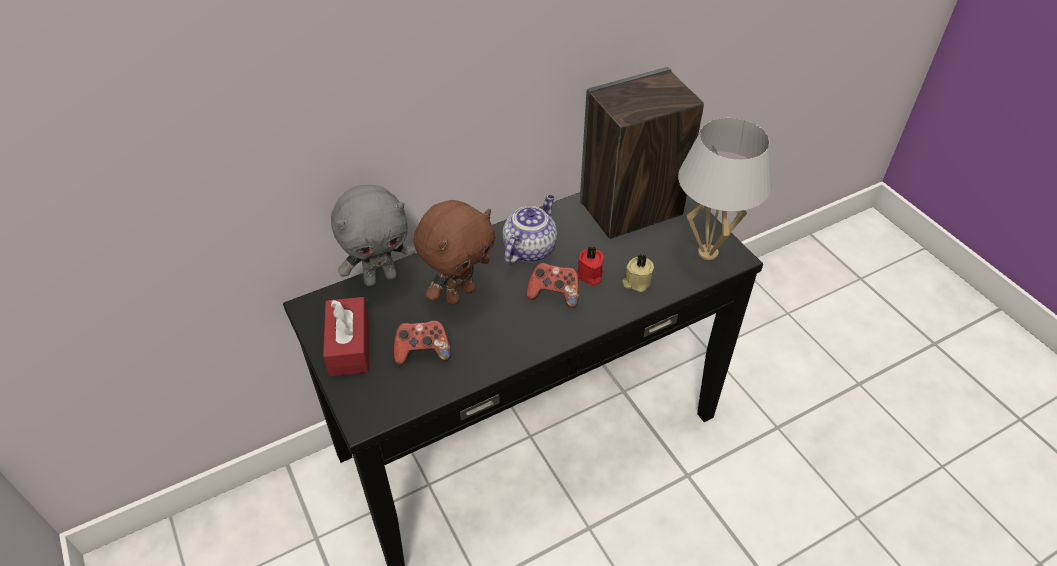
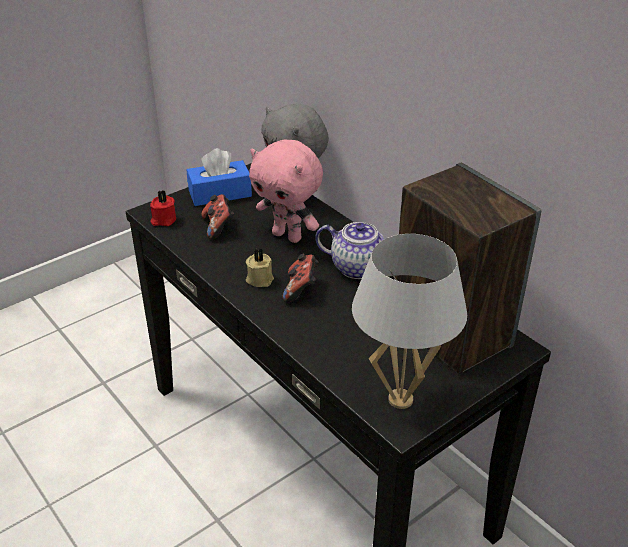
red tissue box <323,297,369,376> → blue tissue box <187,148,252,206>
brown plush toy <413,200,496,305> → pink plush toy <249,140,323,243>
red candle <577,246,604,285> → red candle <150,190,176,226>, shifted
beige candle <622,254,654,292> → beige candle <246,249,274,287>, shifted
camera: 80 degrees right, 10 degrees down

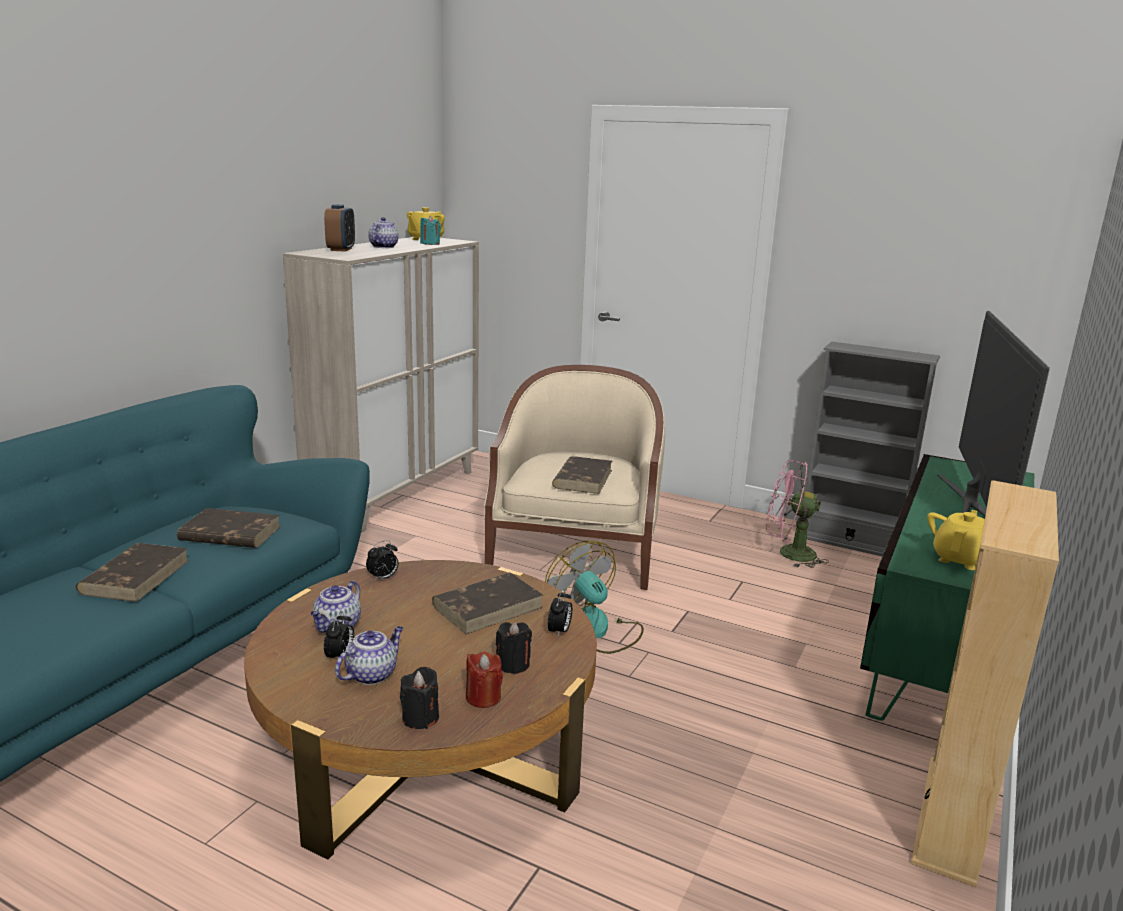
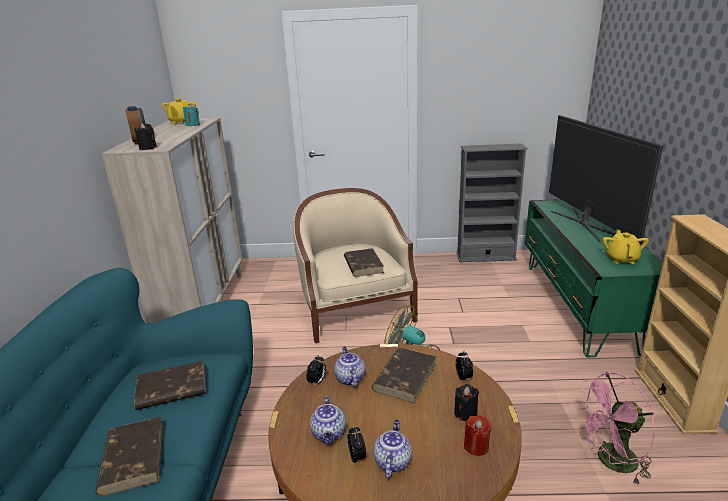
teapot <368,217,399,248> → teapot <334,346,365,387>, shifted
black candle <400,667,439,729> → black candle <134,123,157,150>, shifted
pink fan <766,460,829,568> → pink fan <575,372,655,484>, shifted
camera: 25 degrees left, 5 degrees up

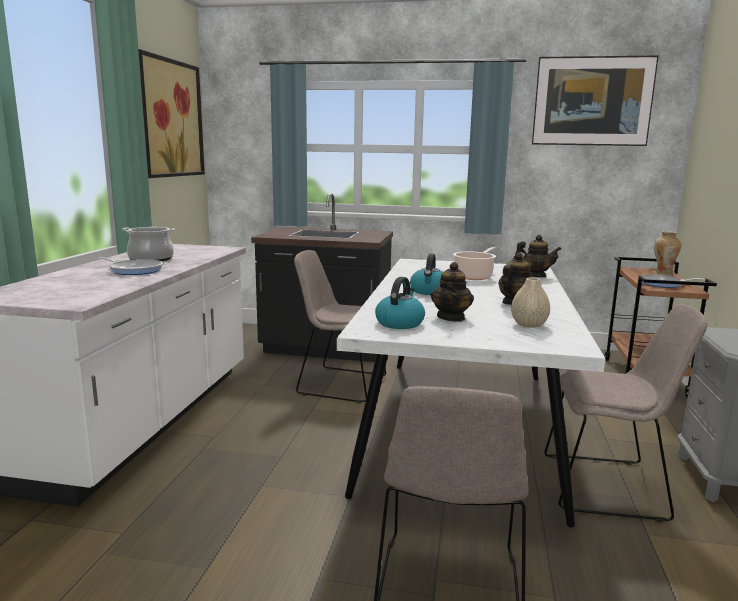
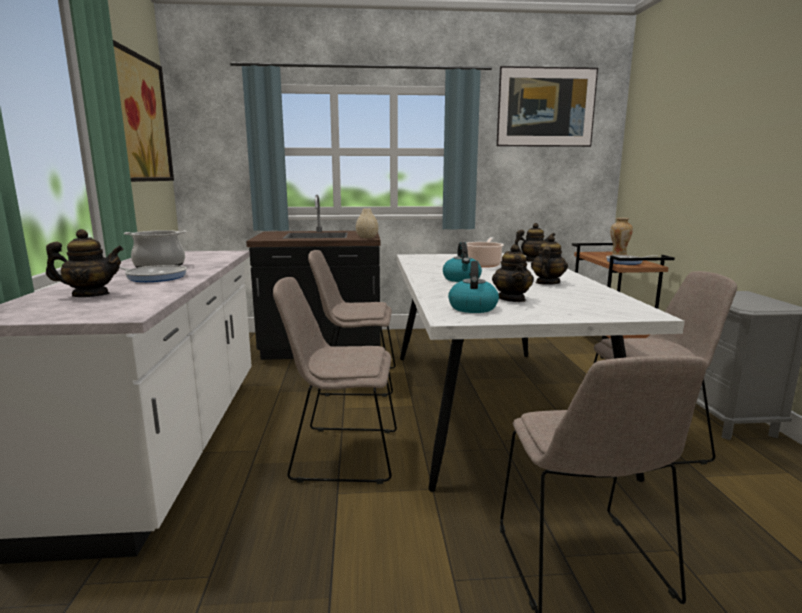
beige vase <511,278,550,328> → beige vase <356,208,379,238>, shifted
- → teapot <46,229,124,297>
- → beige chair <273,277,397,484>
camera: 15 degrees left, 0 degrees up

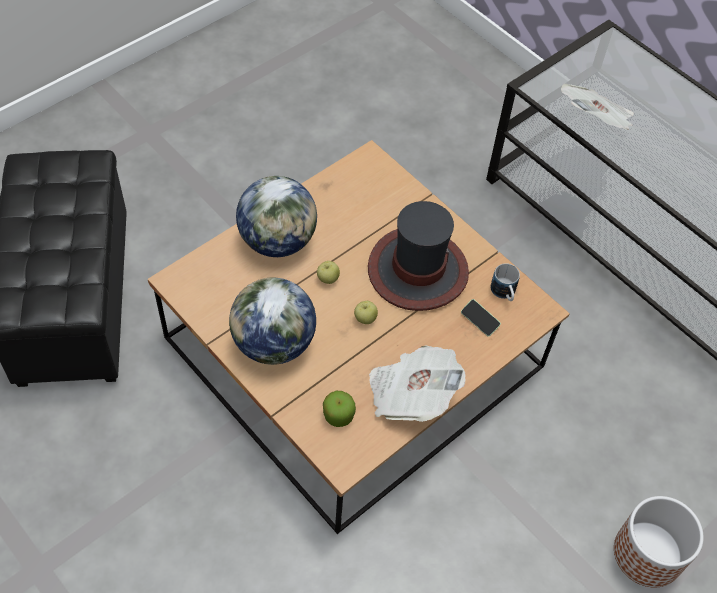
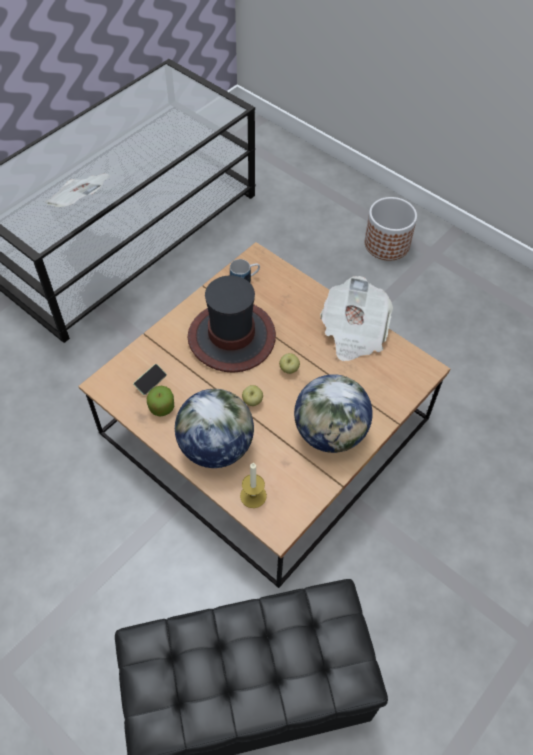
apple <323,391,356,427> → apple <147,386,174,416>, shifted
phone <461,299,501,337> → phone <133,364,167,395>, shifted
- → candle <240,463,267,508>
camera: 95 degrees left, 0 degrees up

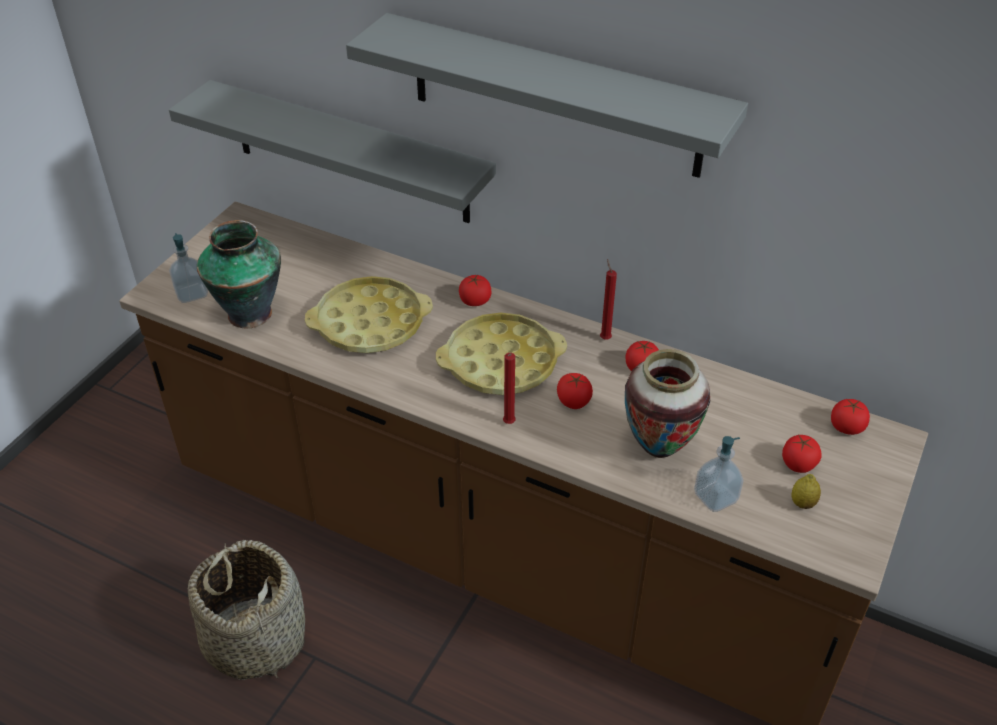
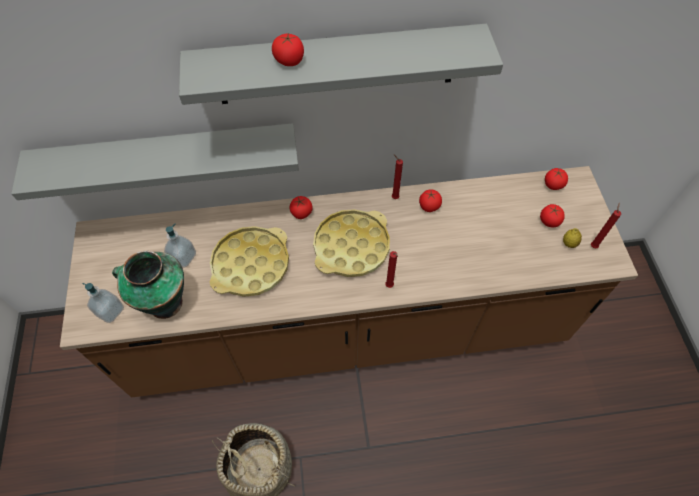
tomato <557,373,593,409> → tomato <272,33,304,66>, shifted
vase <625,349,710,458> → -
soap dispenser <694,436,743,512> → soap dispenser <164,224,196,267>, shifted
- → red candle <591,203,621,248>
camera: 35 degrees left, 15 degrees up

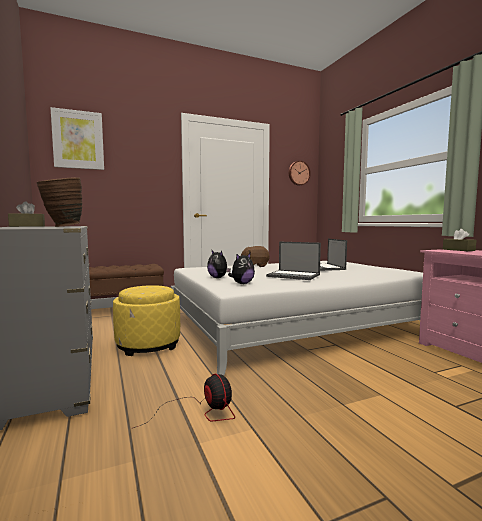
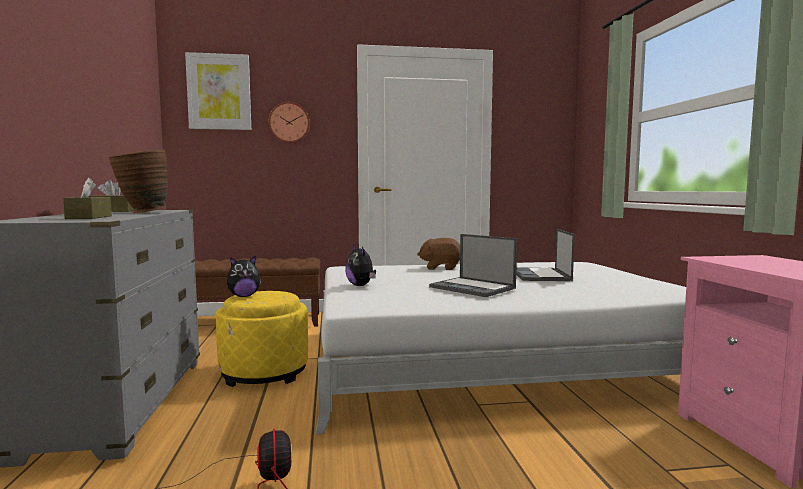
plush toy <228,252,255,284> → plush toy <227,256,261,297>, shifted
wall clock <289,161,311,186> → wall clock <268,102,310,143>, shifted
brown tissue box <443,229,477,251> → brown tissue box <63,178,112,219>, shifted
camera: 15 degrees right, 0 degrees up

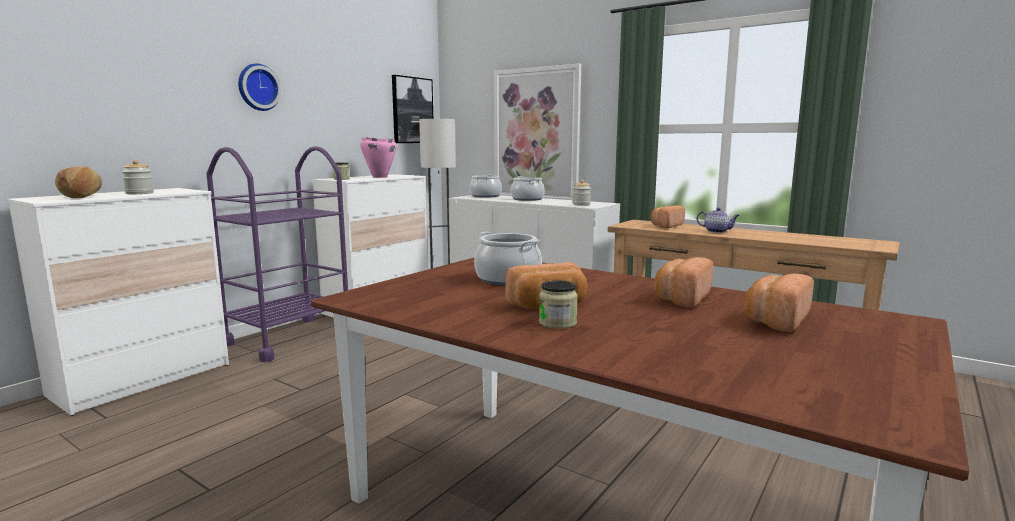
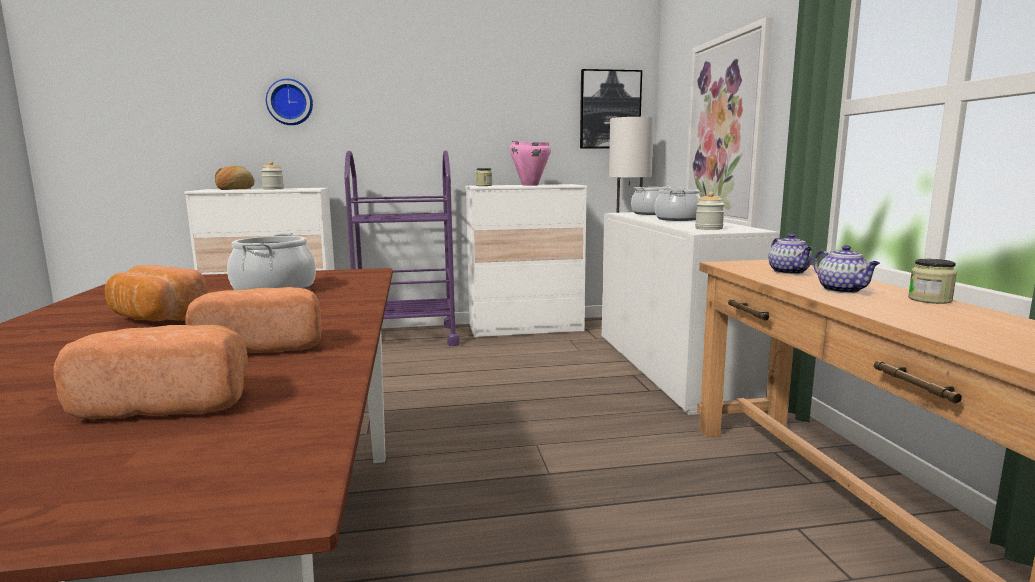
wall clock <238,64,281,111> → wall clock <266,79,313,125>, shifted
jar <539,280,578,329> → jar <908,259,957,304>, shifted
bread <651,205,685,228> → teapot <768,233,812,274>
camera: 45 degrees right, 0 degrees up

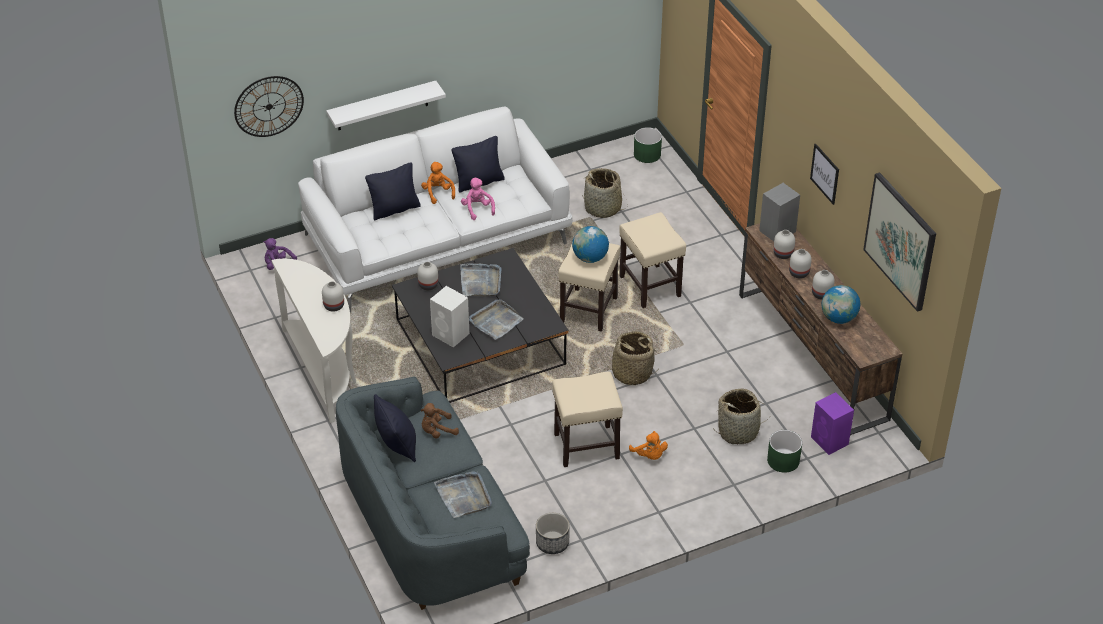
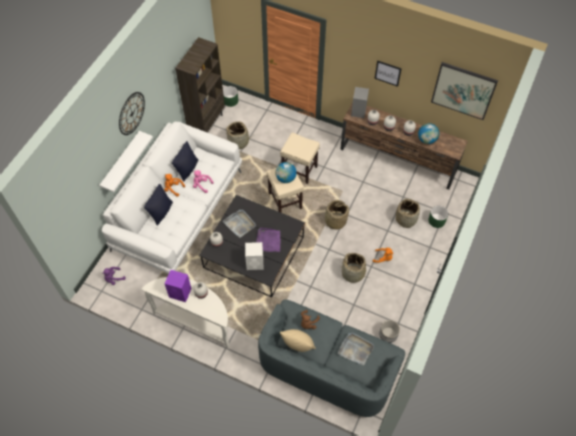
wall clock <234,76,304,137> → wall clock <119,92,145,135>, shifted
black pillow <374,394,416,462> → beige pillow <280,329,316,352>
grey tray <469,299,524,340> → purple tray <256,228,280,252>
beige stool <552,371,623,467> → basket <340,253,366,283>
purple speaker <811,392,854,455> → purple speaker <164,270,192,302>, shifted
- → brown bookcase <175,37,225,132>
camera: 40 degrees left, 15 degrees up

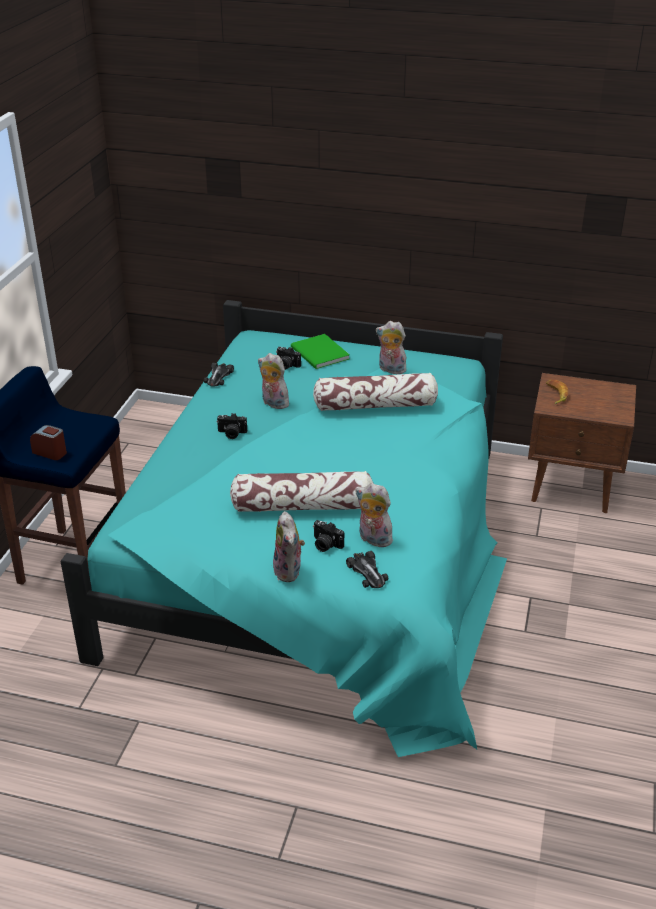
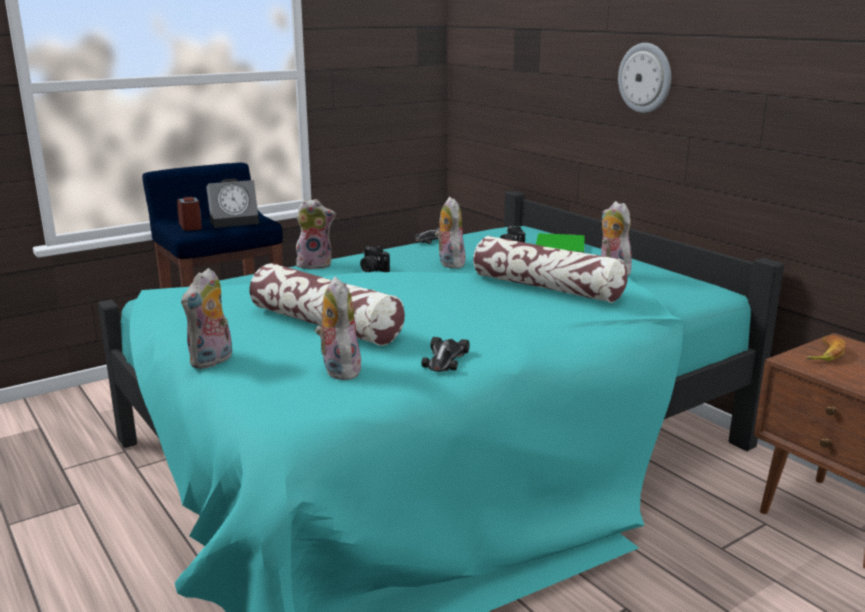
photo camera <313,520,344,552> → -
toy car <346,551,389,588> → toy car <421,337,470,372>, shifted
- → alarm clock <206,179,259,228>
- → plush toy <296,199,336,269>
- → wall clock <618,43,671,113>
camera: 40 degrees right, 15 degrees down

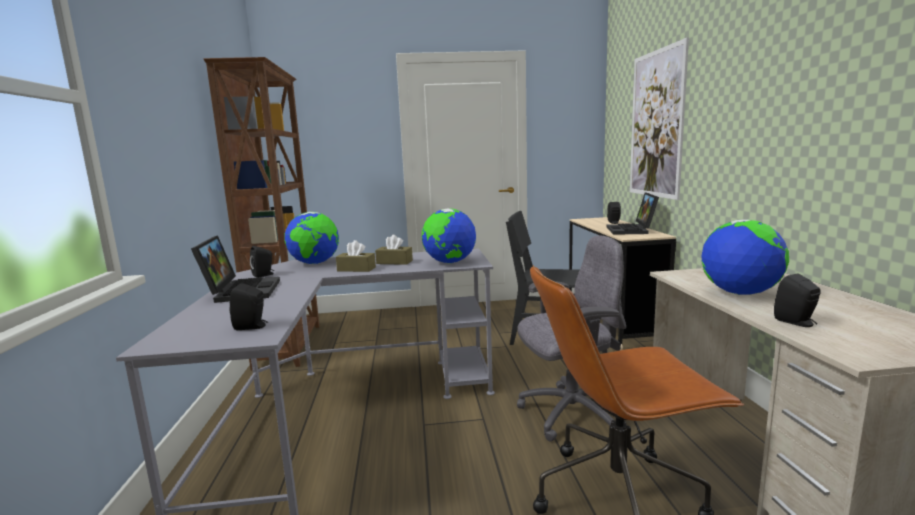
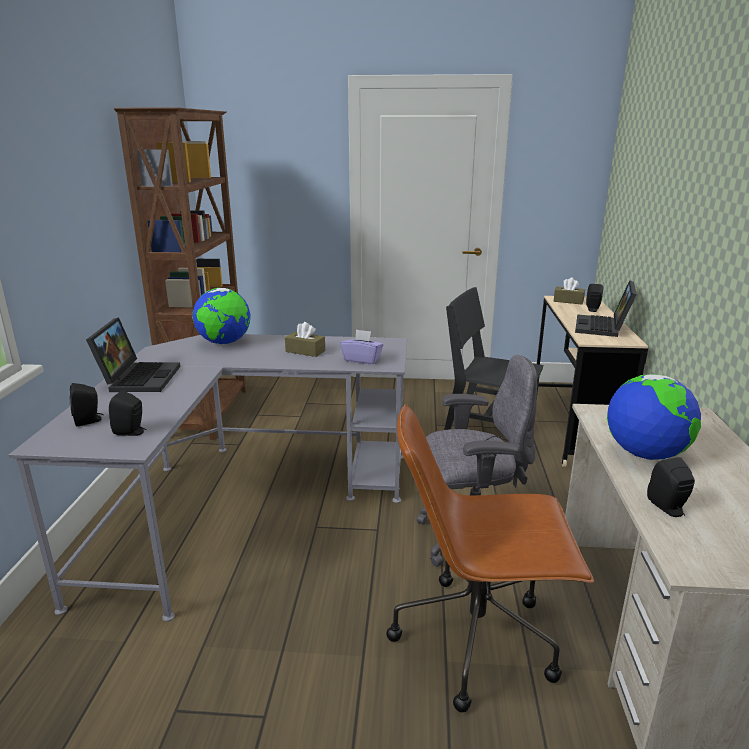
black speaker <250,246,274,278> → black speaker <69,383,104,427>, shifted
brown tissue box <336,240,376,272> → brown tissue box <554,278,585,304>, shifted
globe <421,208,476,263> → purple tissue box <340,329,383,364>
picture <630,37,689,200> → -
camera: 10 degrees right, 10 degrees up

